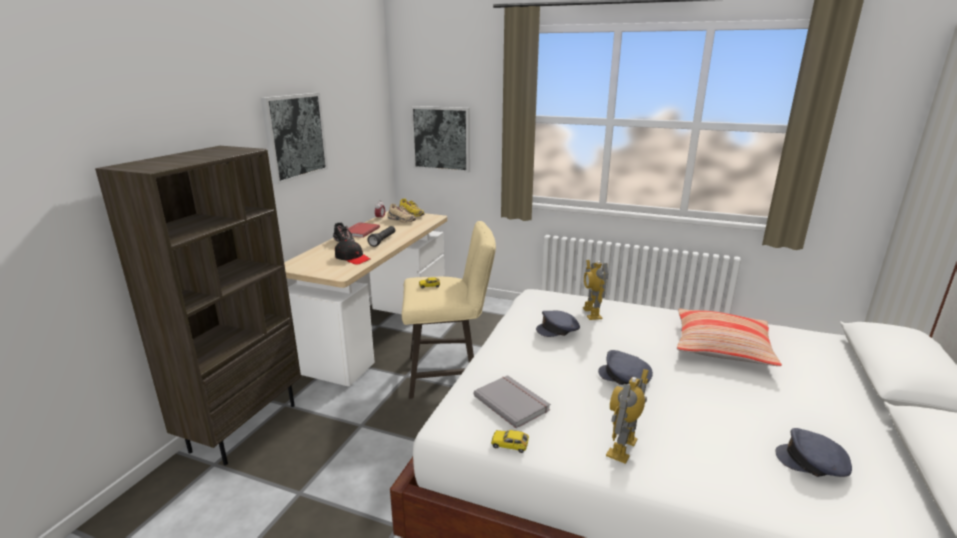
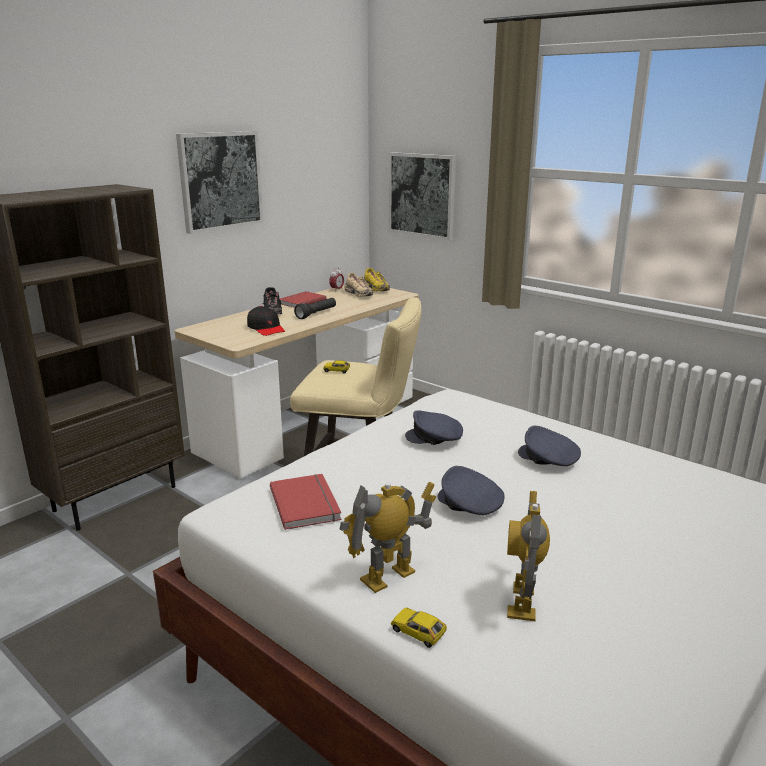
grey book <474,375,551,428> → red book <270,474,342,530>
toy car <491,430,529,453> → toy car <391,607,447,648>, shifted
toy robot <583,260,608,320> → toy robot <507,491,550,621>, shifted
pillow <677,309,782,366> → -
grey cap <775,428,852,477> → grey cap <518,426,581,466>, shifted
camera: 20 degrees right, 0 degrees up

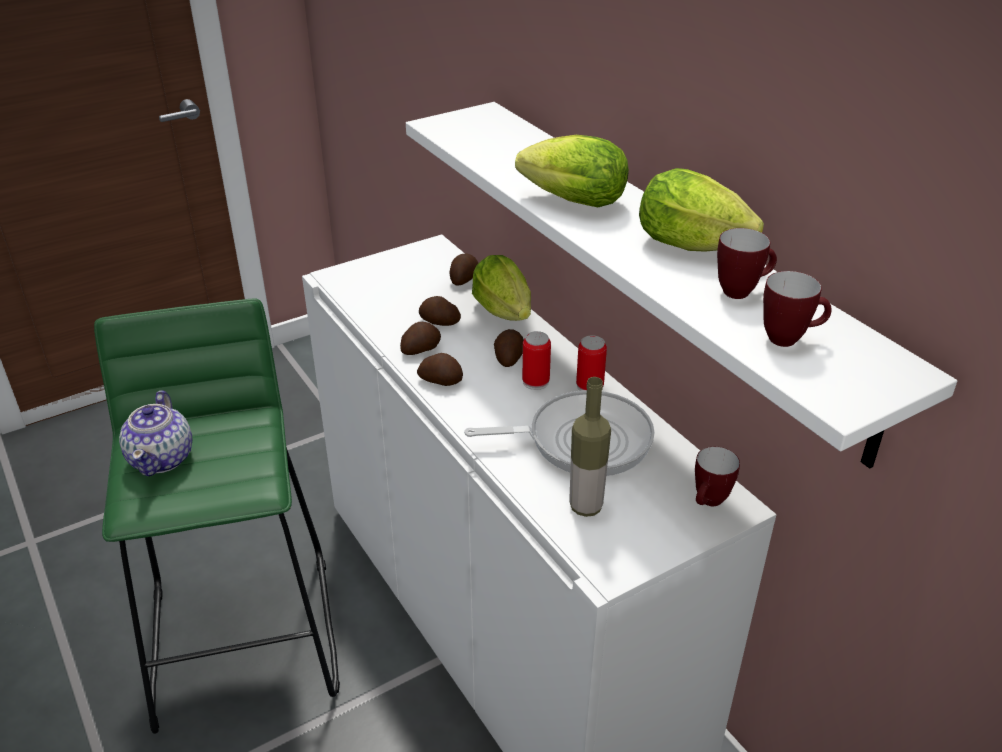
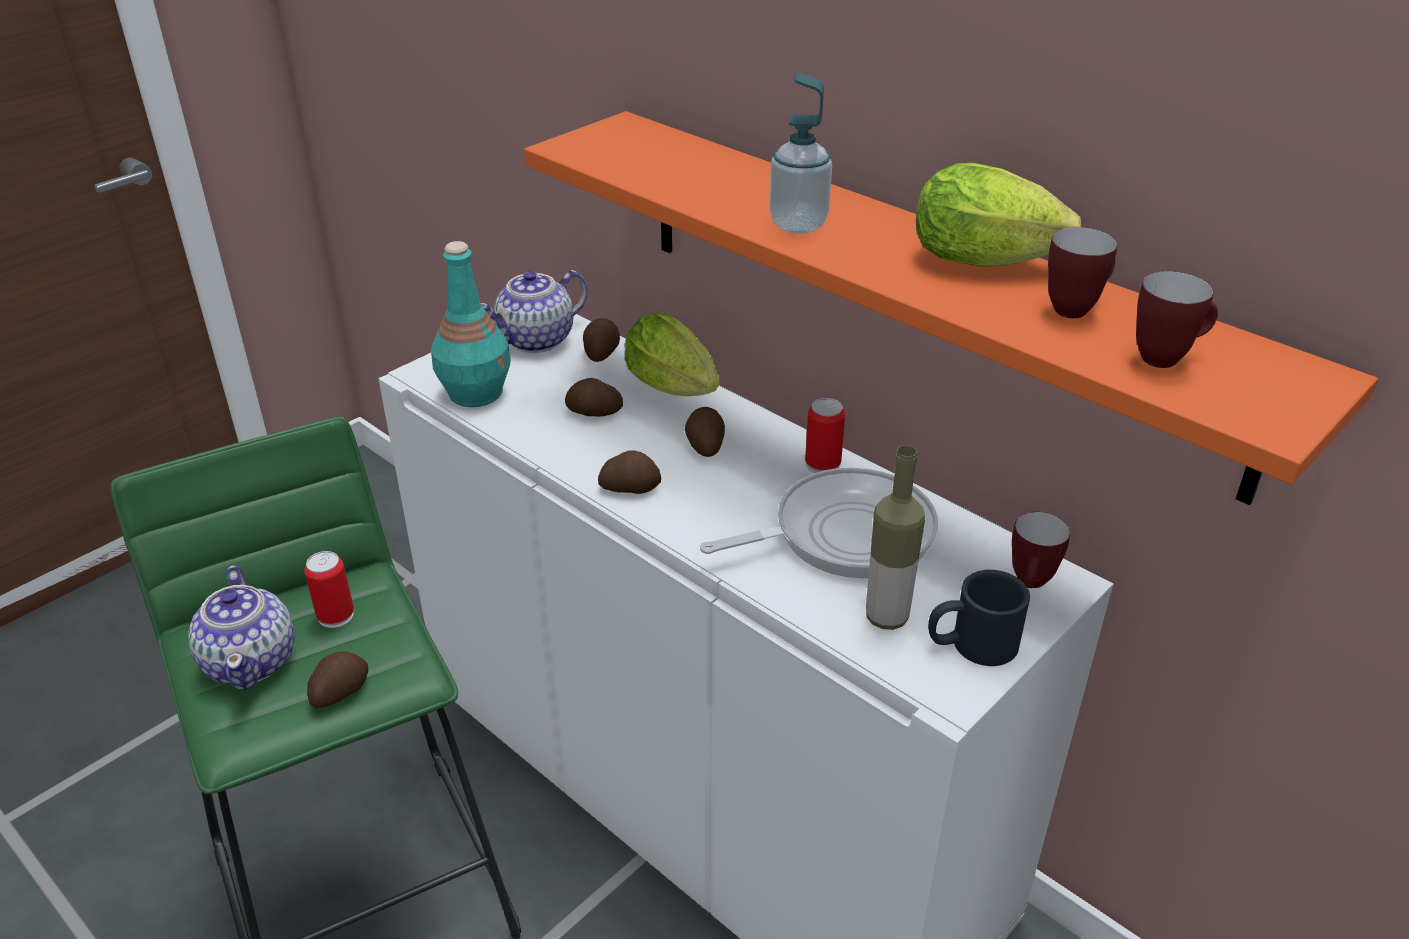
potato <400,322,441,355> → potato <307,651,368,708>, shifted
white shelf <406,102,957,469> → orange shelf <524,111,1378,505>
lettuce <515,135,629,207> → soap dispenser <769,72,832,234>
can <522,331,551,390> → can <304,551,354,628>, shifted
- → turquoise bottle <431,241,511,407>
- → teapot <480,270,588,353>
- → black mug <928,570,1030,666>
camera: 15 degrees left, 0 degrees up

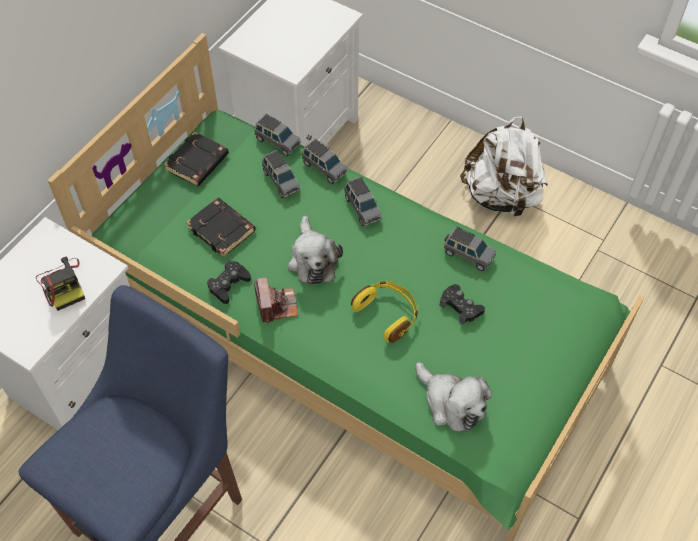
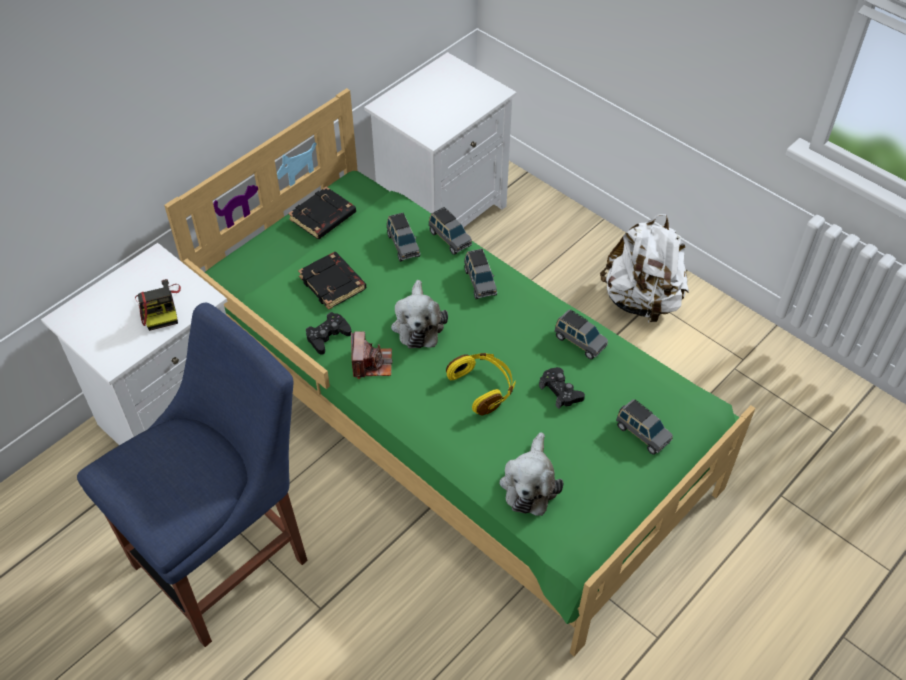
grey toy car <255,114,301,157> → grey toy car <616,399,673,455>, shifted
plush toy <416,362,492,432> → plush toy <500,432,563,516>, 45 degrees clockwise
camera: 10 degrees right, 5 degrees down

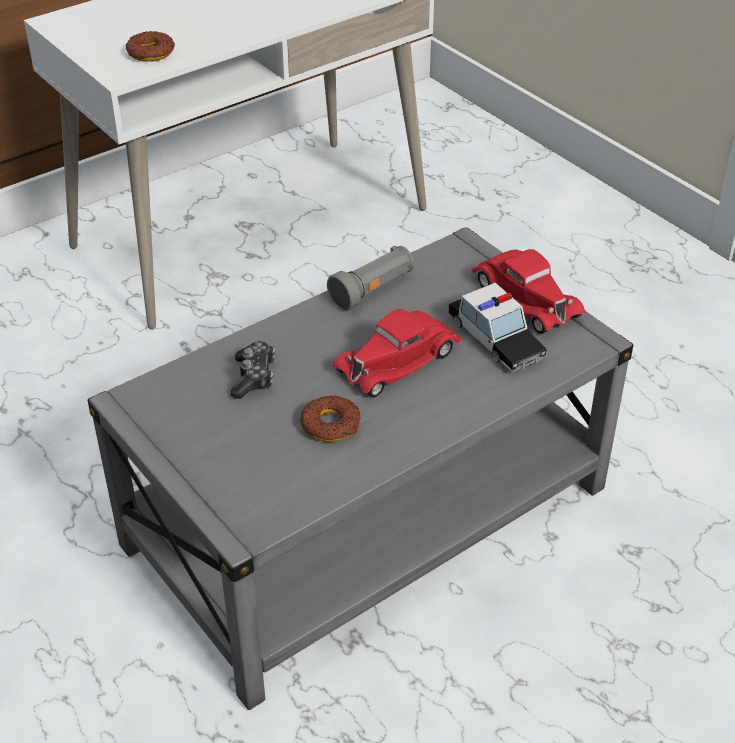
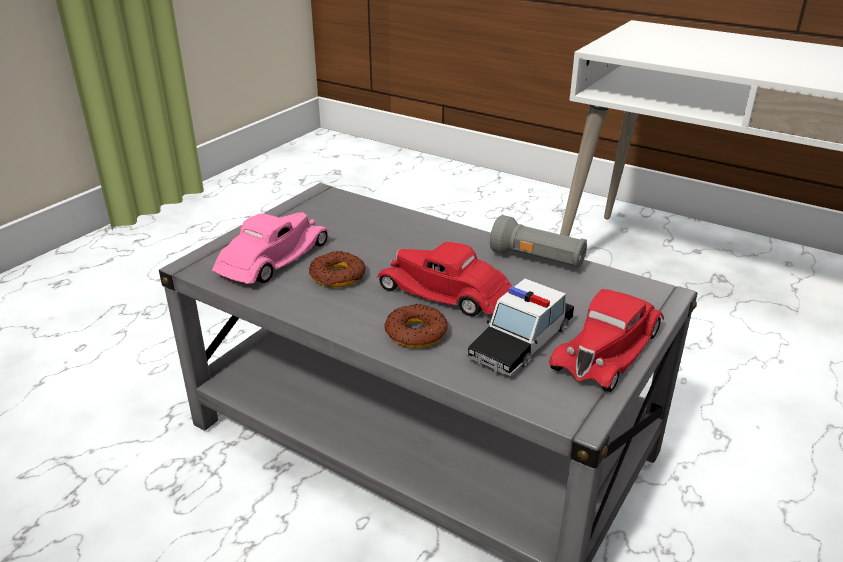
donut <126,31,175,62> → donut <384,304,448,348>, shifted
game controller <230,341,275,399> → -
- → pink toy car <212,212,329,284>
camera: 70 degrees right, 10 degrees down

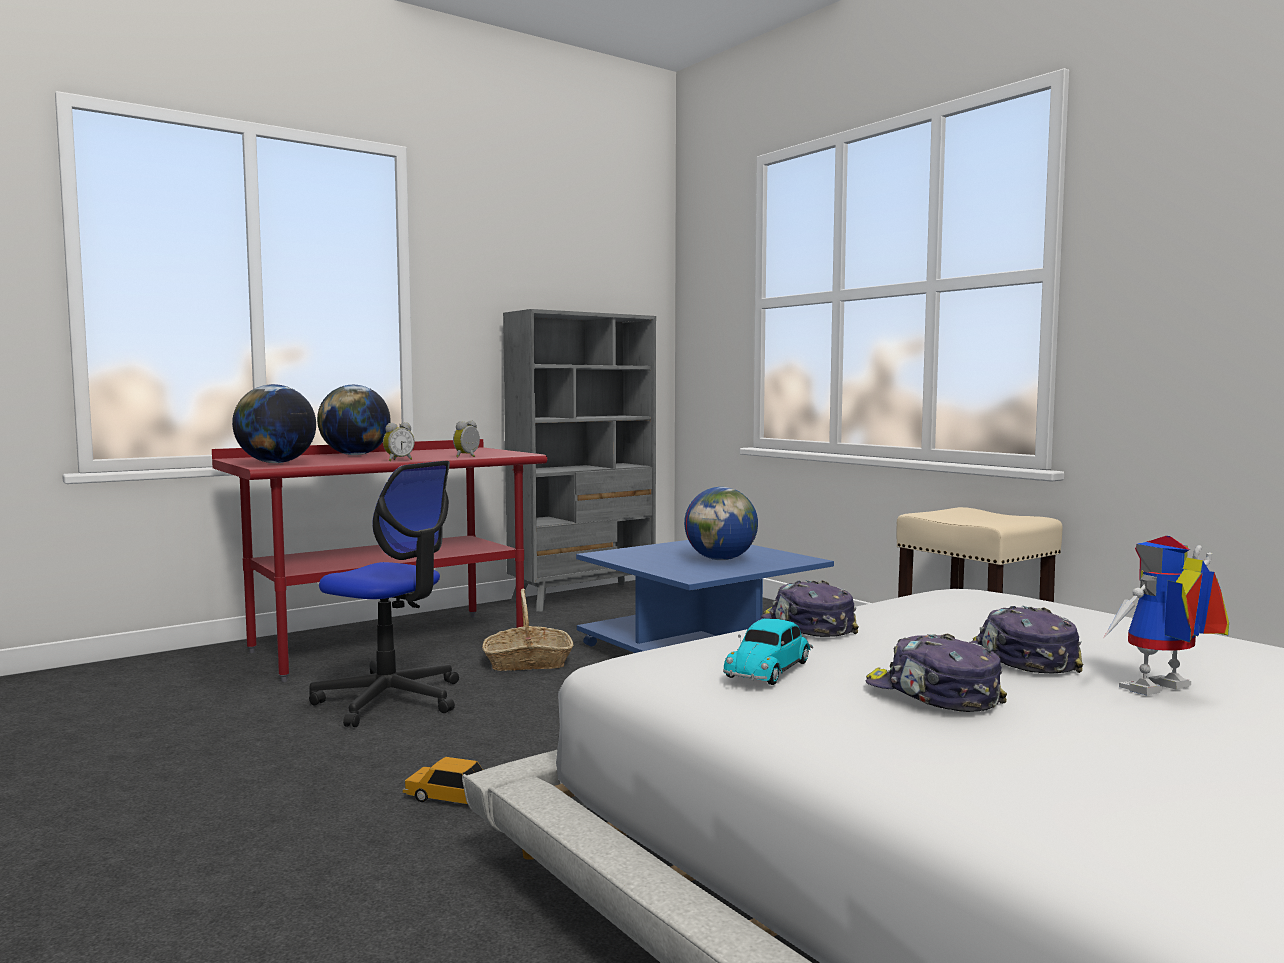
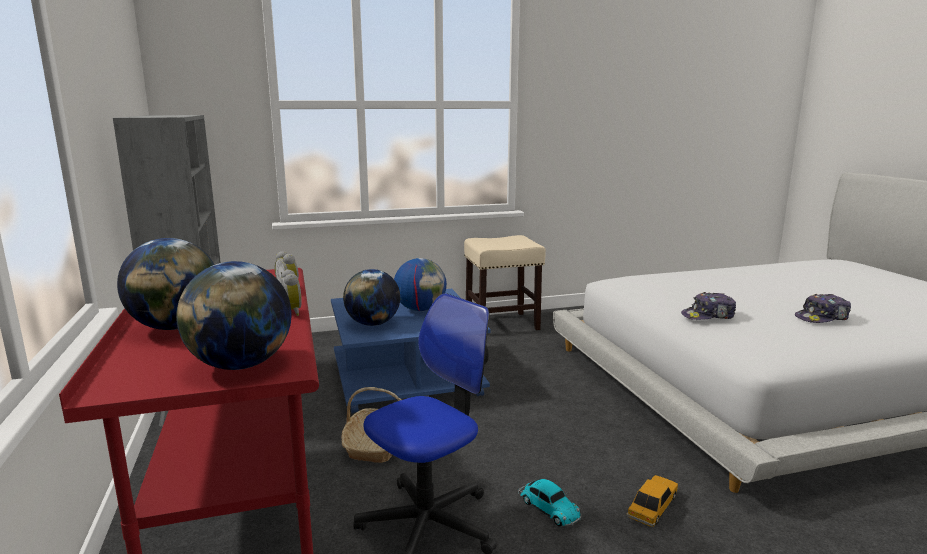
toy car <723,619,813,685> → toy car <518,479,582,526>, shifted
cap <969,606,1084,674> → -
toy robot <1102,536,1229,695> → -
- → globe <343,269,400,326>
camera: 70 degrees left, 10 degrees up

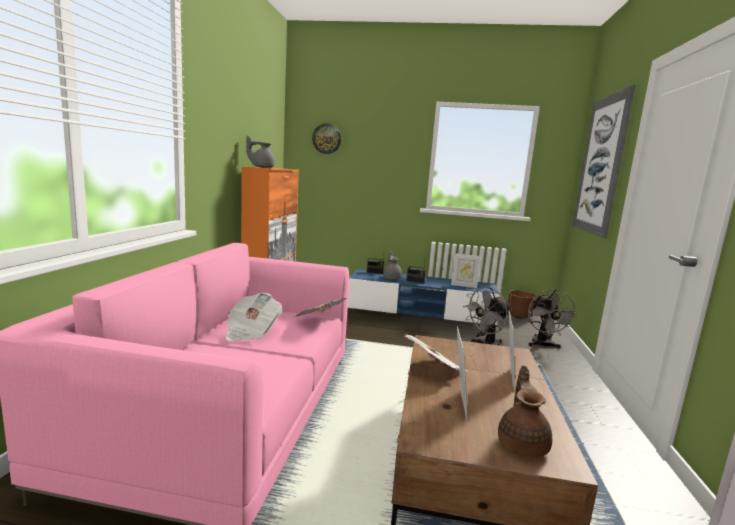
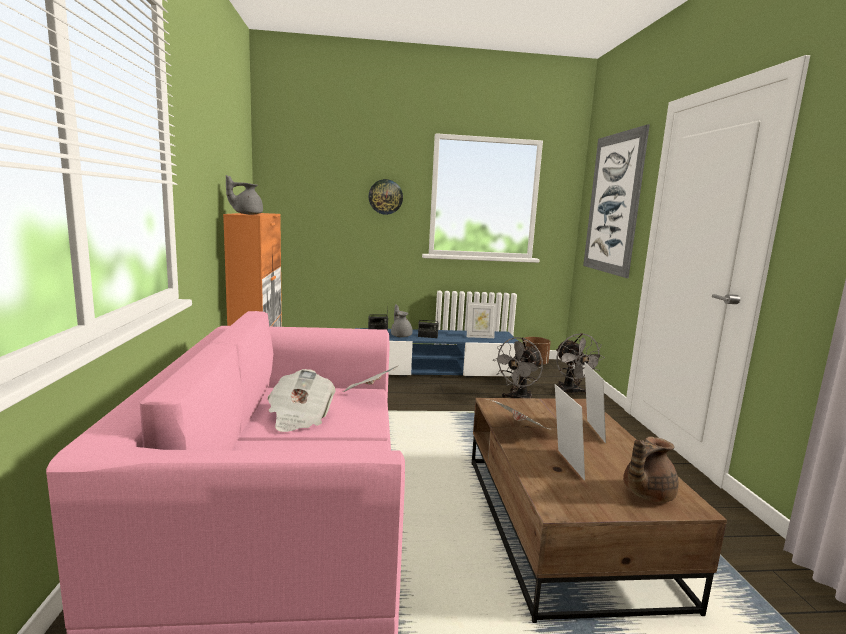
wall clock <312,123,341,154> → wall clock <369,179,403,215>, shifted
brown teapot <498,366,552,457> → brown teapot <623,436,679,503>, 120 degrees counterclockwise
camera: 15 degrees left, 0 degrees up

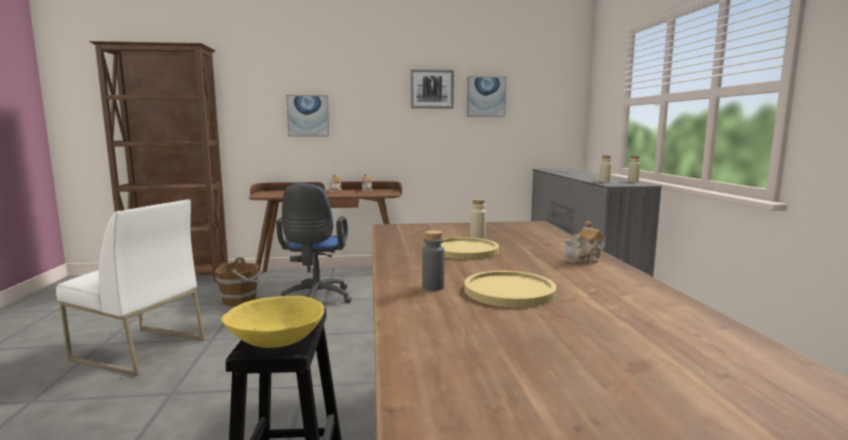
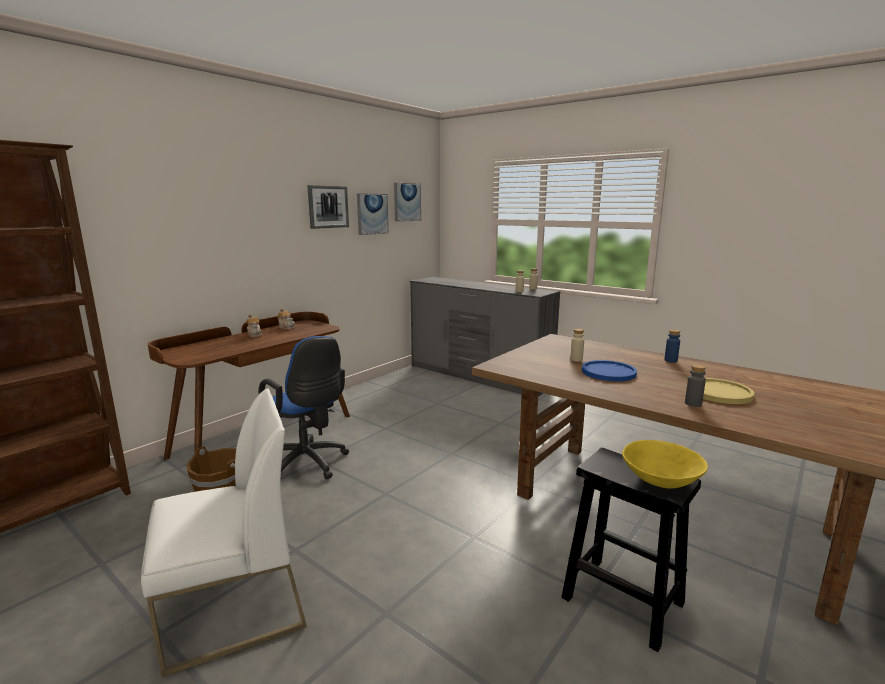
picture <286,95,329,137> → picture <394,183,421,222>, shifted
yellow plate <441,237,499,259> → blue plate <582,360,637,381>
teapot <564,221,606,264> → blue bottle <664,330,680,363>
camera: 45 degrees left, 5 degrees up

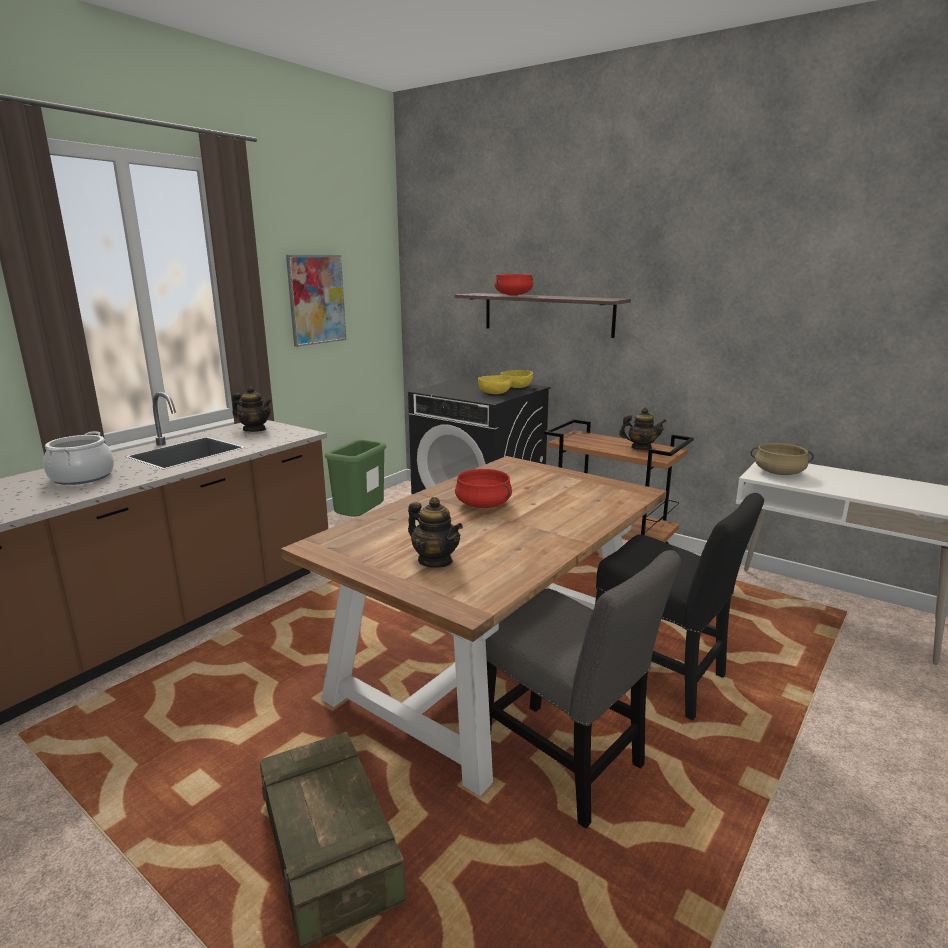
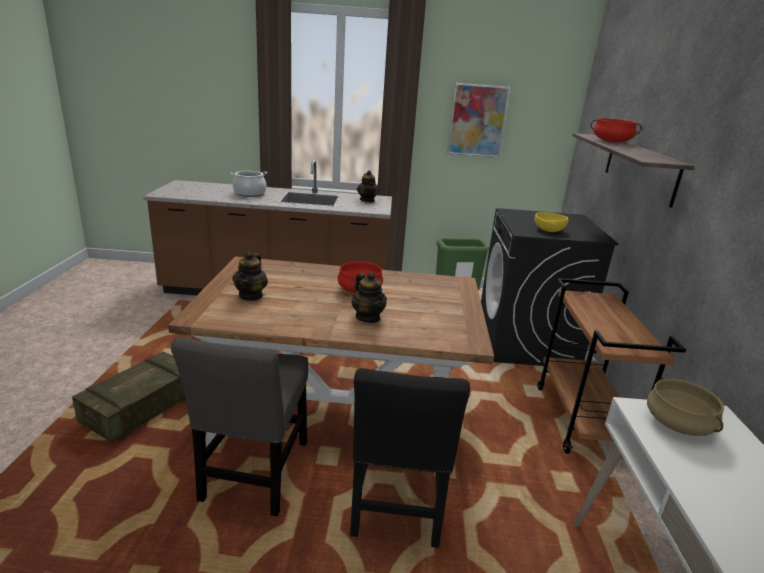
yellow bowl <501,370,533,388> → -
teapot <619,408,667,450> → teapot <352,272,387,323>, shifted
camera: 55 degrees right, 5 degrees up

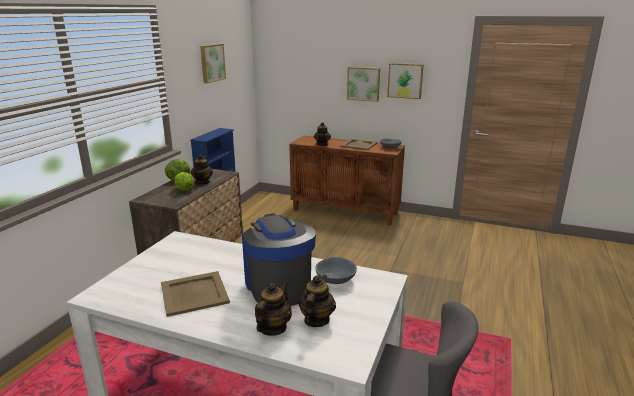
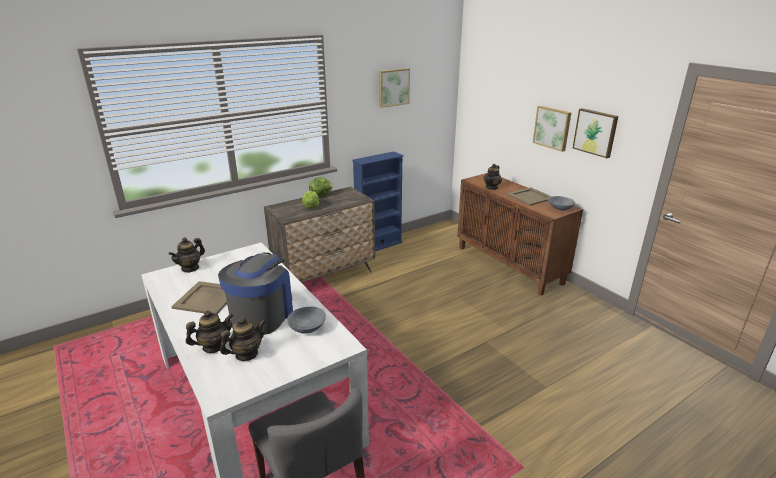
teapot <191,154,213,185> → teapot <168,237,205,273>, shifted
camera: 35 degrees right, 5 degrees up

